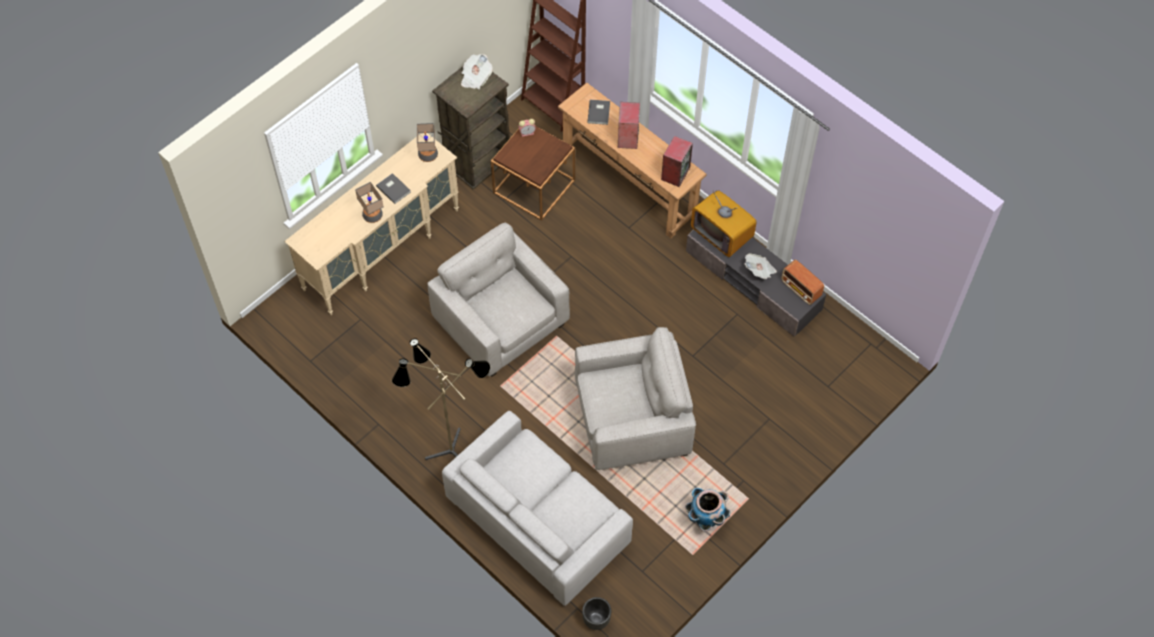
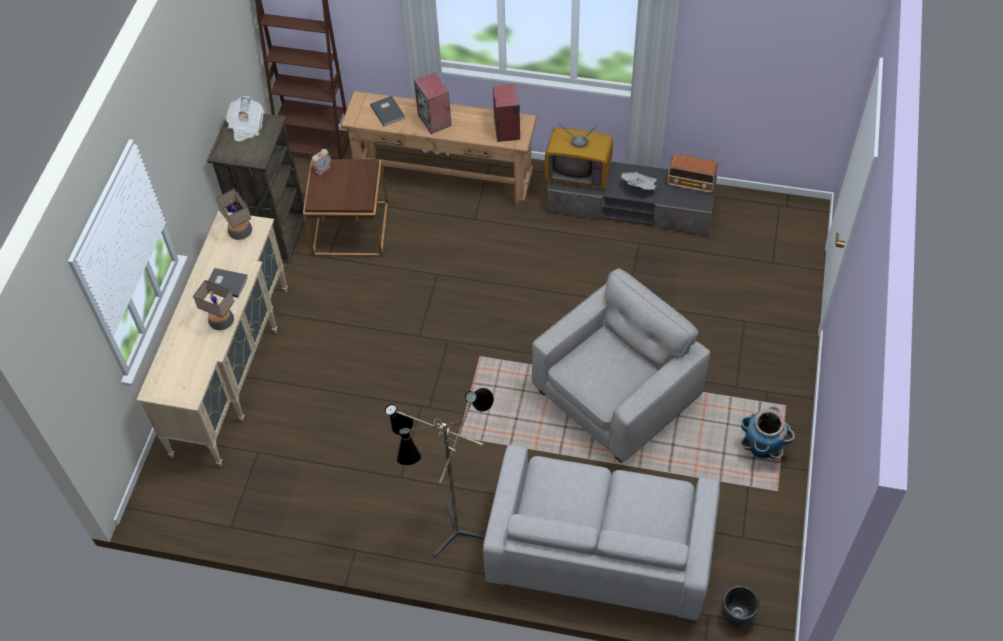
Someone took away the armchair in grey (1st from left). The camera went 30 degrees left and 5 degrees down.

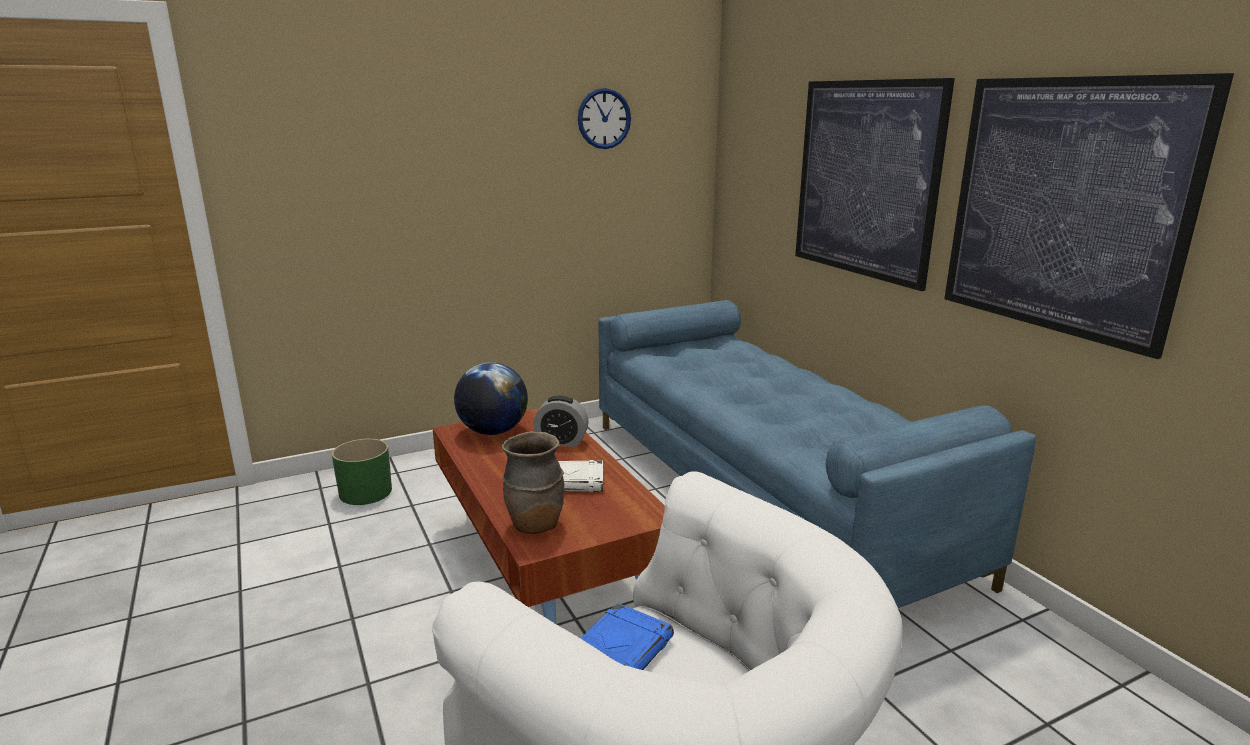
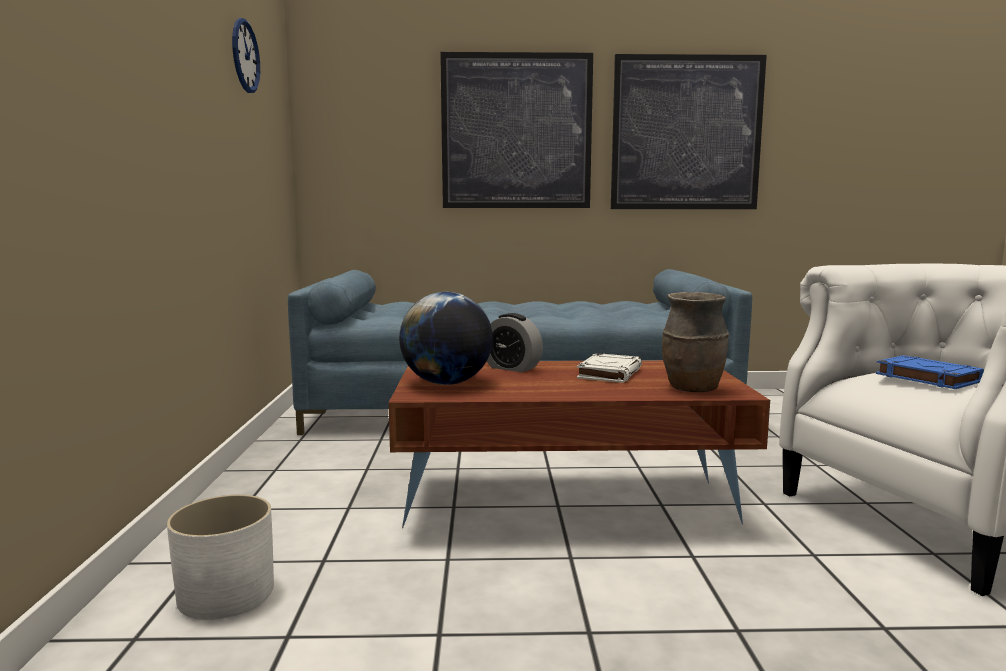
Someone repainted the planter in green, which became the planter in white. Someone rotated the alarm clock by 90 degrees clockwise. The camera went 65 degrees left and 10 degrees down.

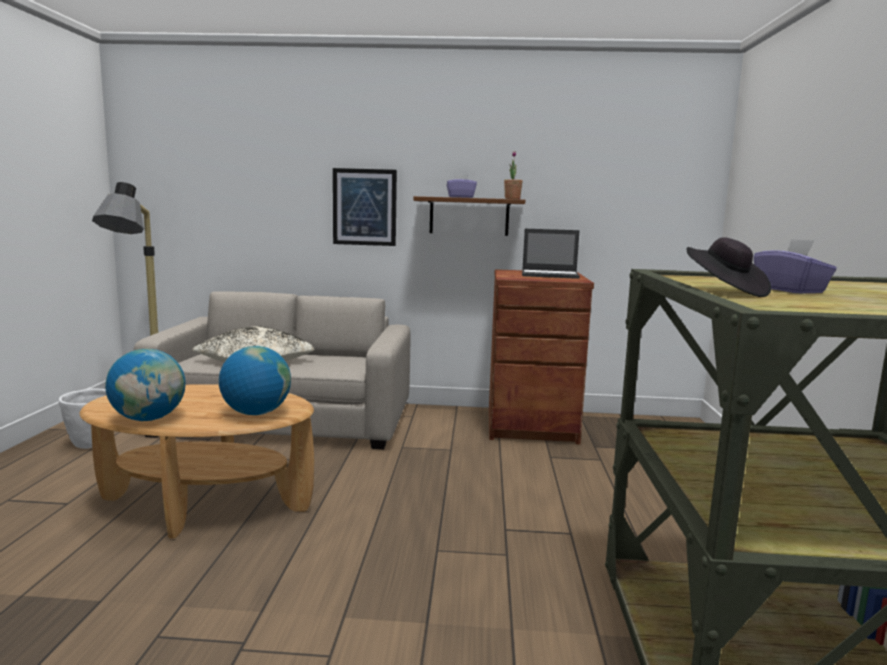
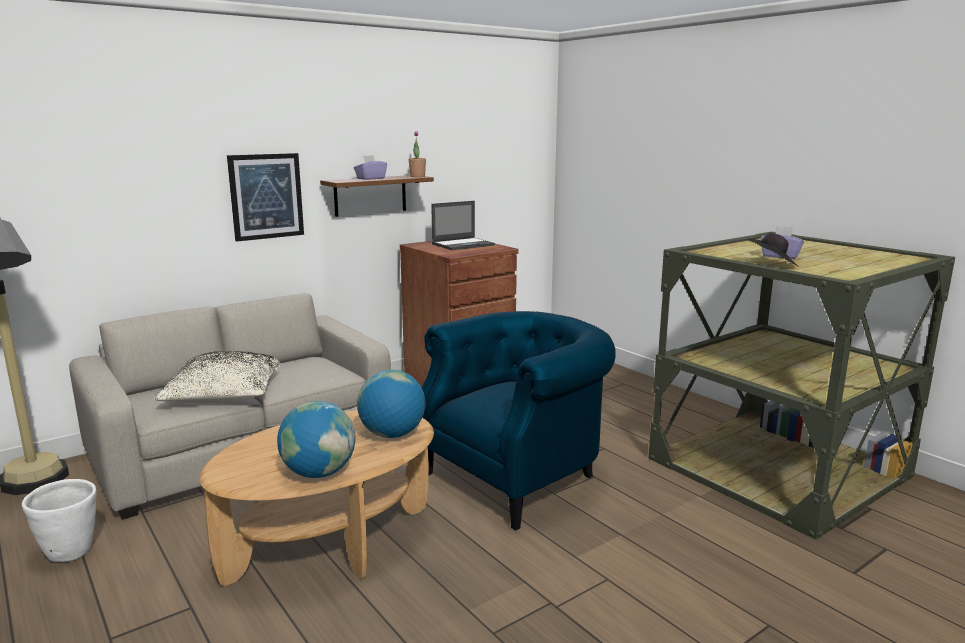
Someone put down the armchair in blue. The camera went 40 degrees left and 5 degrees up.

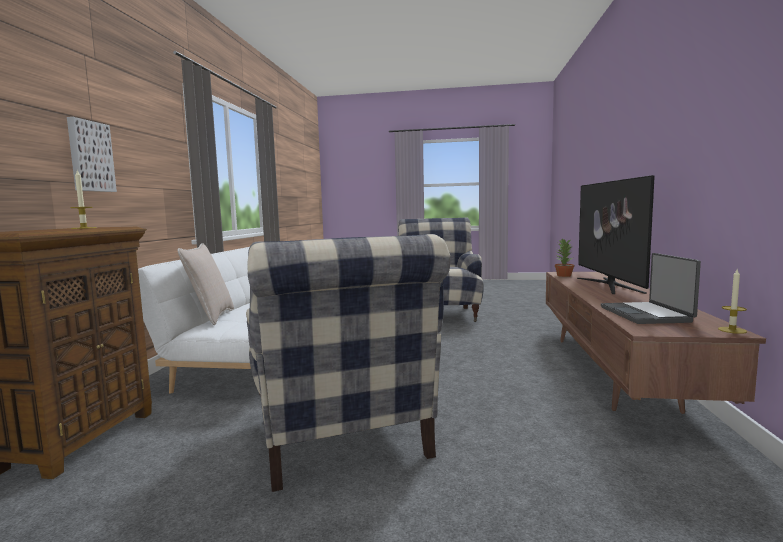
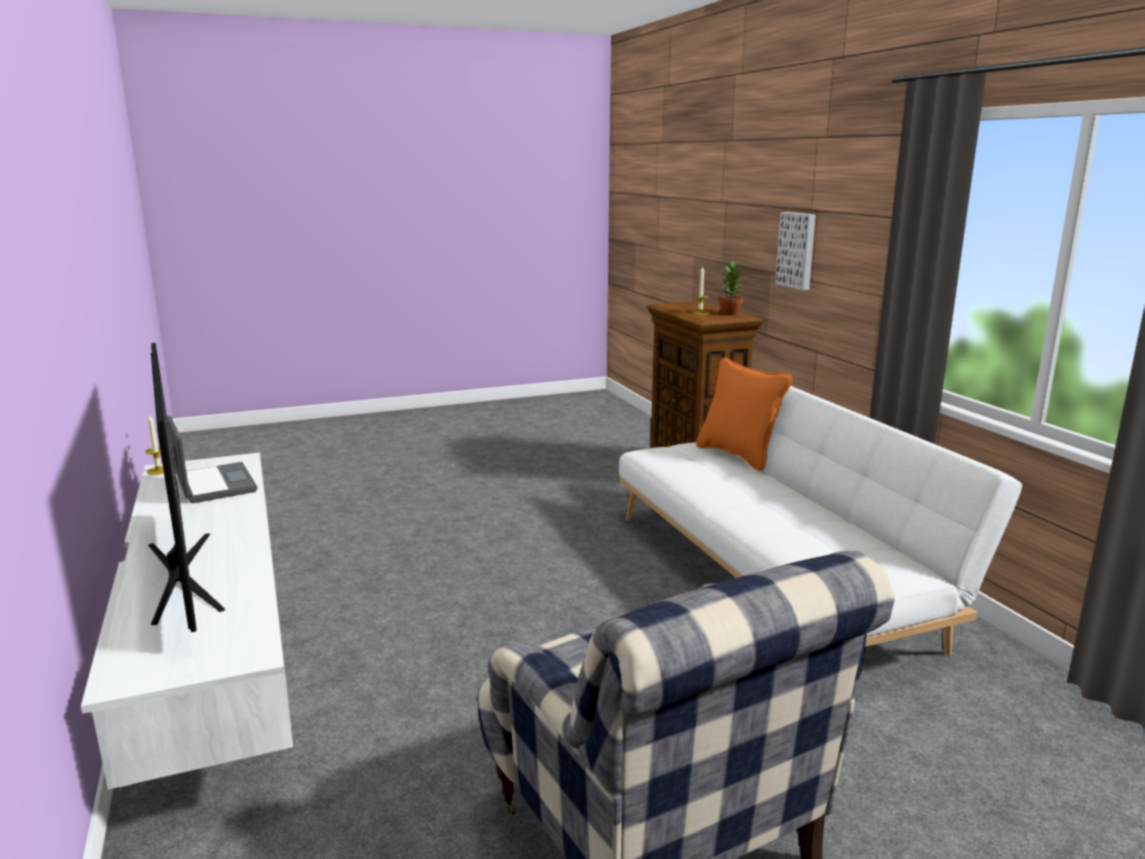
Someone took away the armchair (1st from left). Someone carried the potted plant. Someone repainted the pillow in beige, which became the pillow in orange. Someone repainted the tv stand in brown, which became the tv stand in white. The camera went 150 degrees right and 10 degrees up.

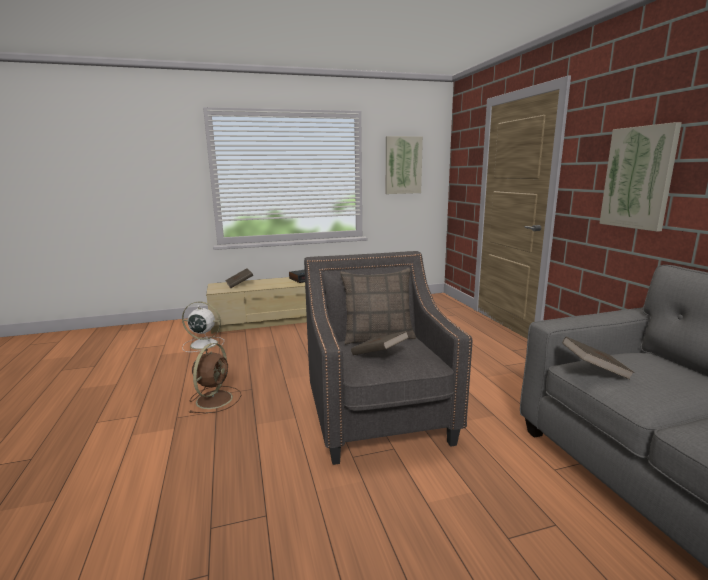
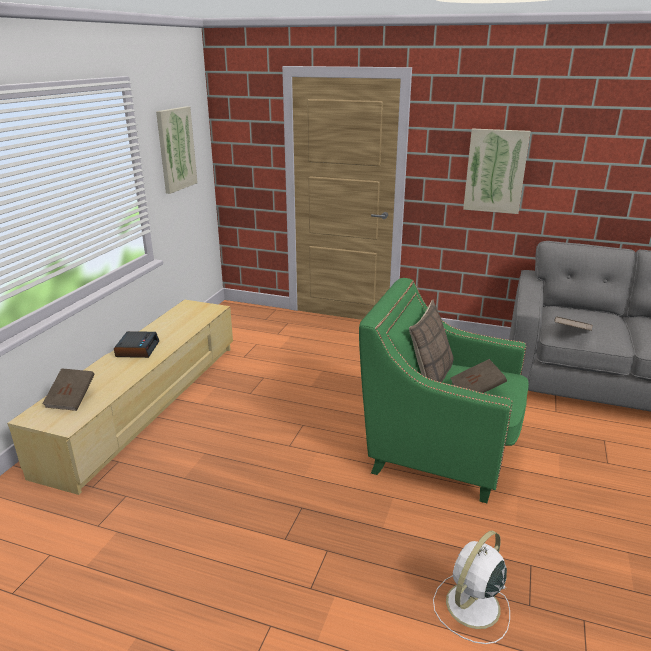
Someone took away the fan in brown. Someone carried the fan in white. Someone repainted the armchair in grey, which became the armchair in green. The camera went 55 degrees left and 10 degrees up.

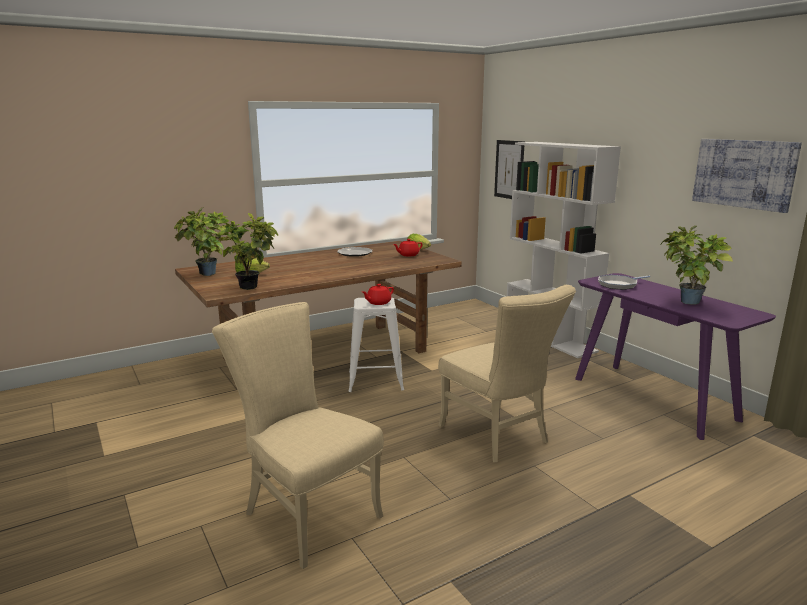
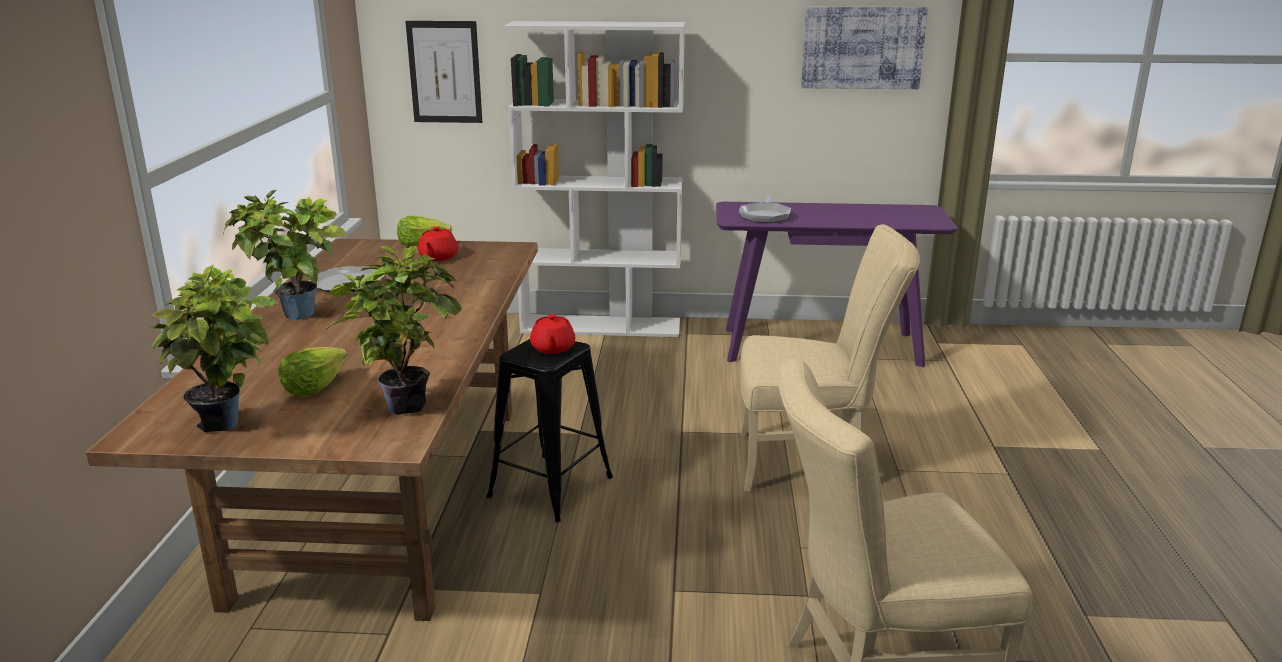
Someone carried the potted plant (3rd from left in the first image). Someone repainted the stool in white, which became the stool in black. The camera went 55 degrees left and 5 degrees up.

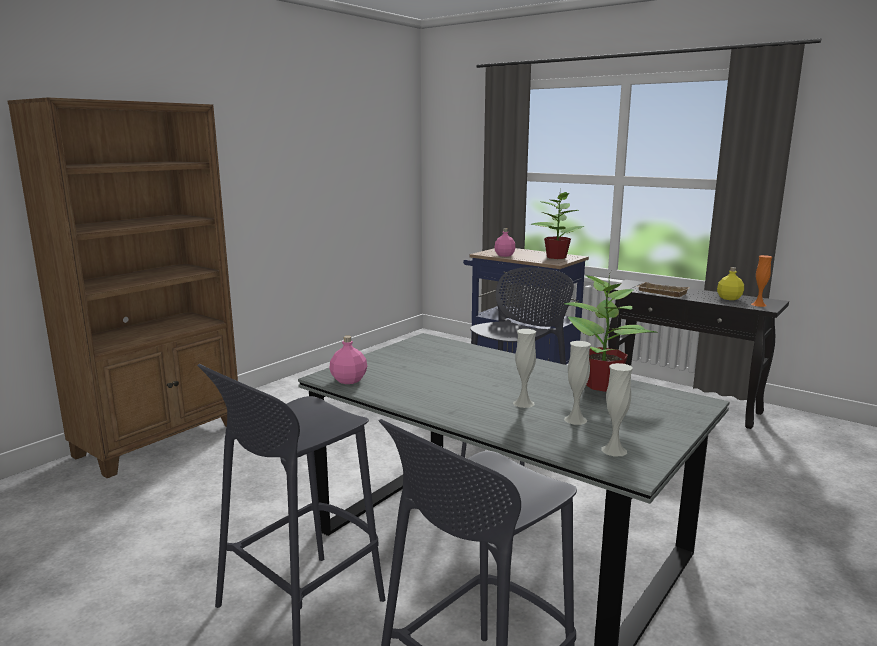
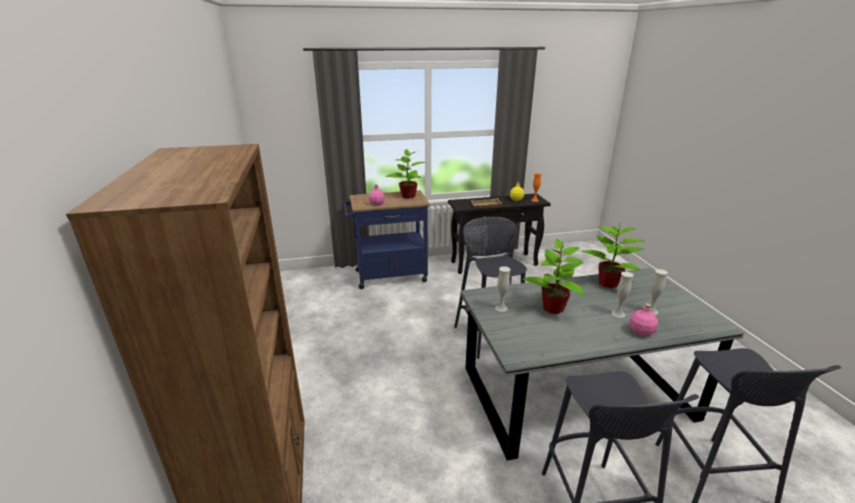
Someone put down the potted plant (2nd from left). Someone carried the bottle in pink (1st from left in the first image). Someone carried the vase in white (3rd from left in the first image). The camera went 50 degrees left and 10 degrees up.

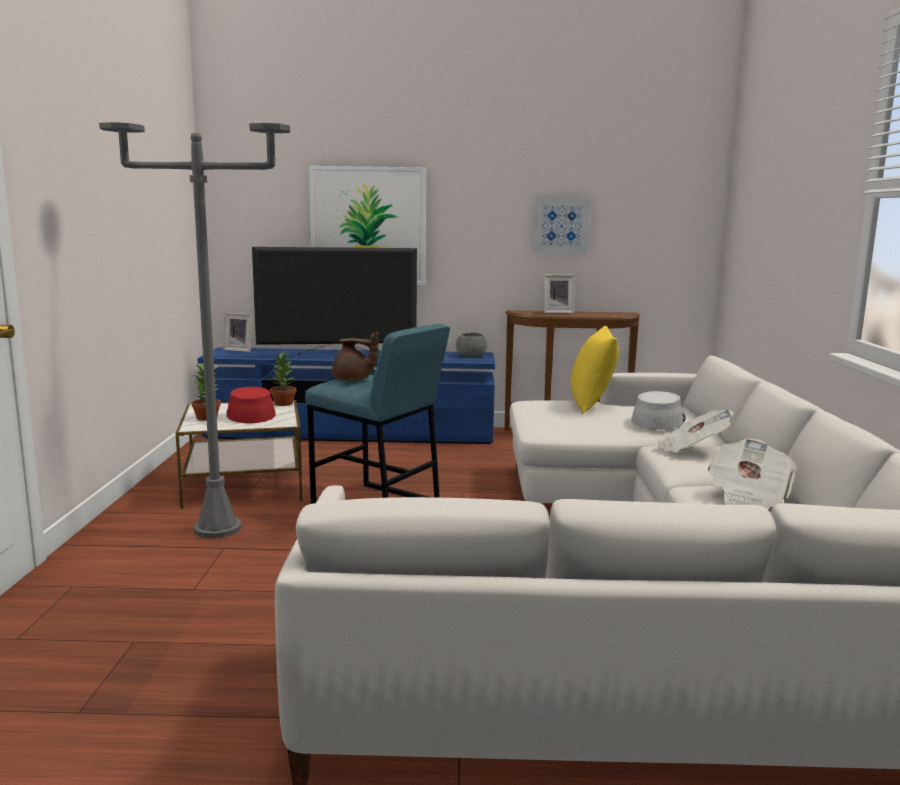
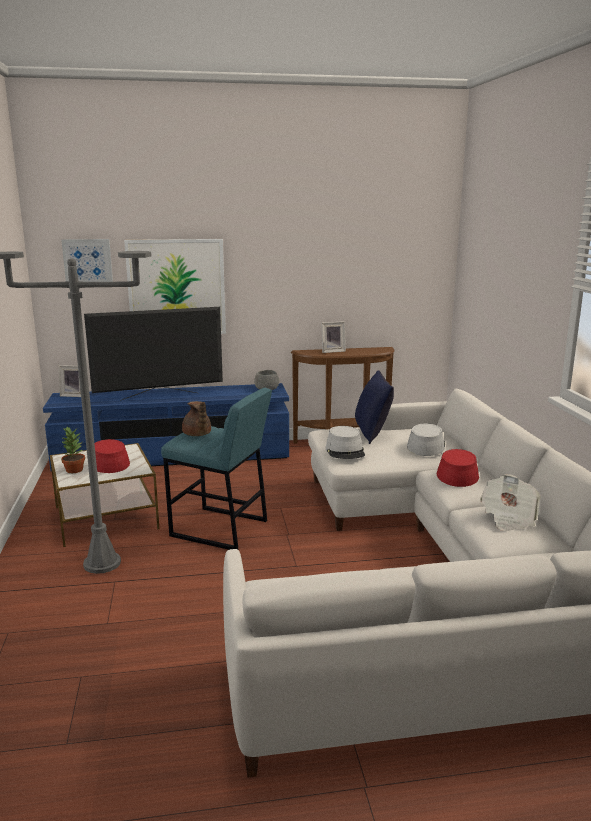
Someone took away the potted plant (2nd from left). Someone put down the hat in grey (1st from left). Someone carried the picture (2nd from left in the first image). Someone swapped the newspaper (1st from left) for the hat in red (2nd from left). Someone repainted the pillow in yellow, which became the pillow in blue. Someone rotated the teapot in brown by 60 degrees clockwise. The camera went 10 degrees left and 5 degrees up.

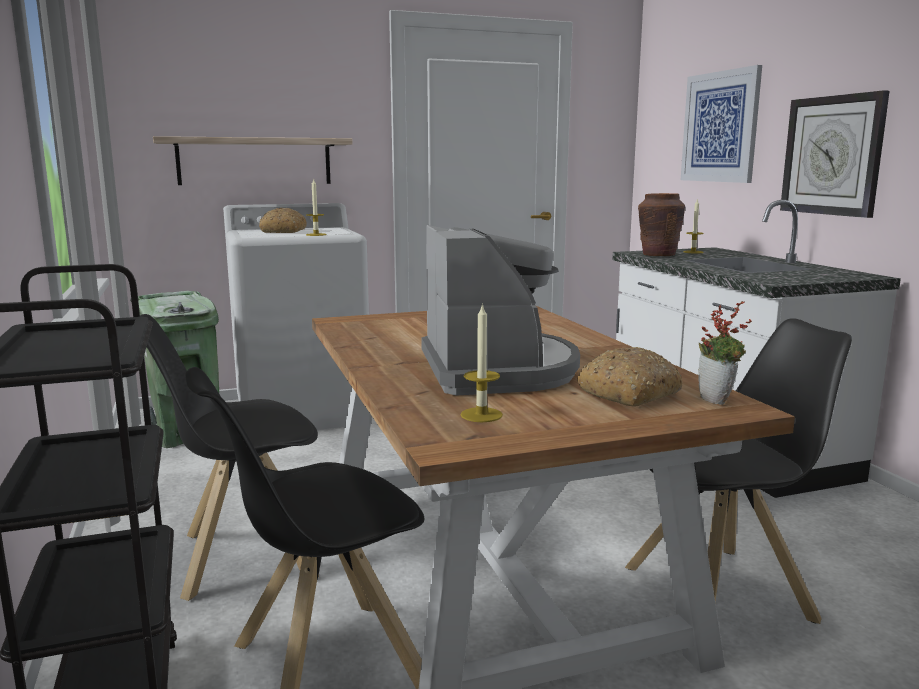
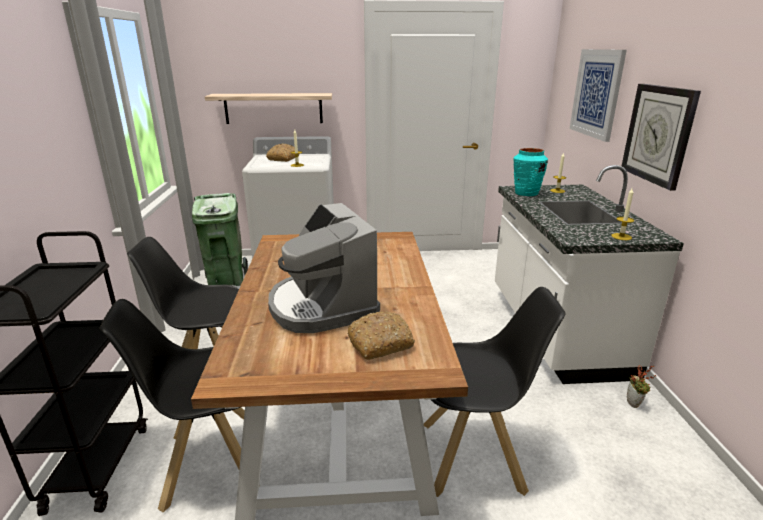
Someone carried the candle (2nd from left in the first image). Someone carried the potted plant. Someone repainted the vase in brown, which became the vase in turquoise. Someone rotated the coffee machine by 150 degrees clockwise. The camera went 15 degrees right and 10 degrees up.

